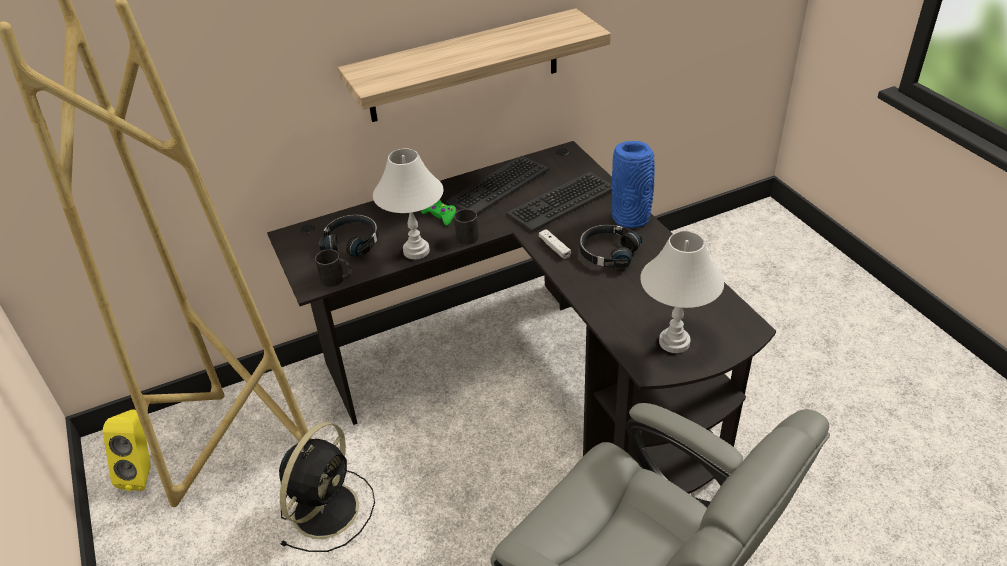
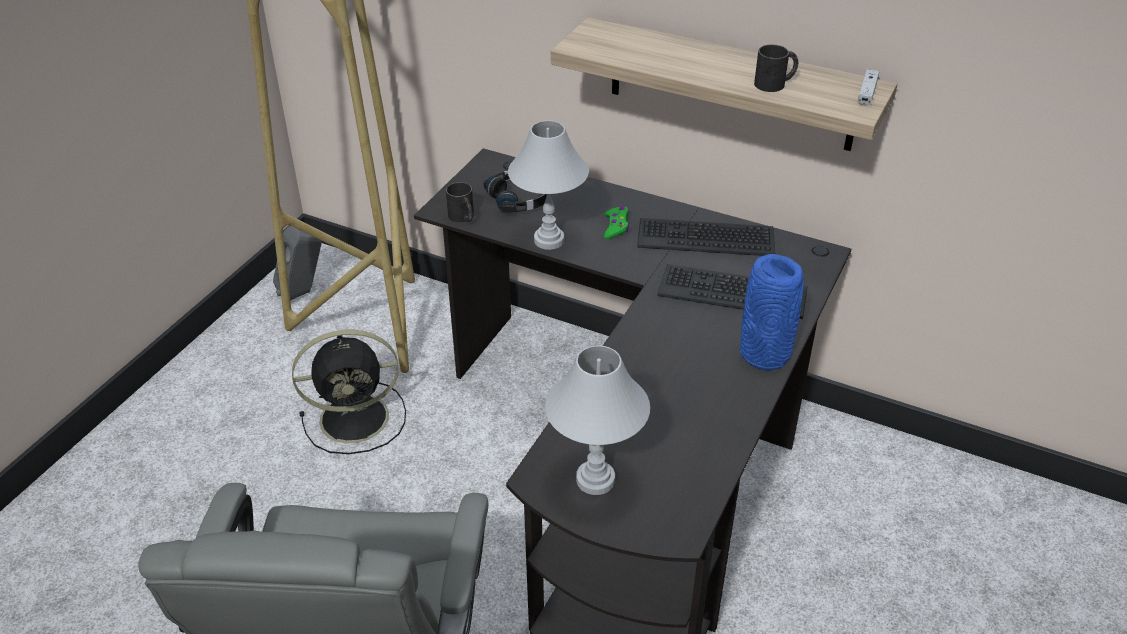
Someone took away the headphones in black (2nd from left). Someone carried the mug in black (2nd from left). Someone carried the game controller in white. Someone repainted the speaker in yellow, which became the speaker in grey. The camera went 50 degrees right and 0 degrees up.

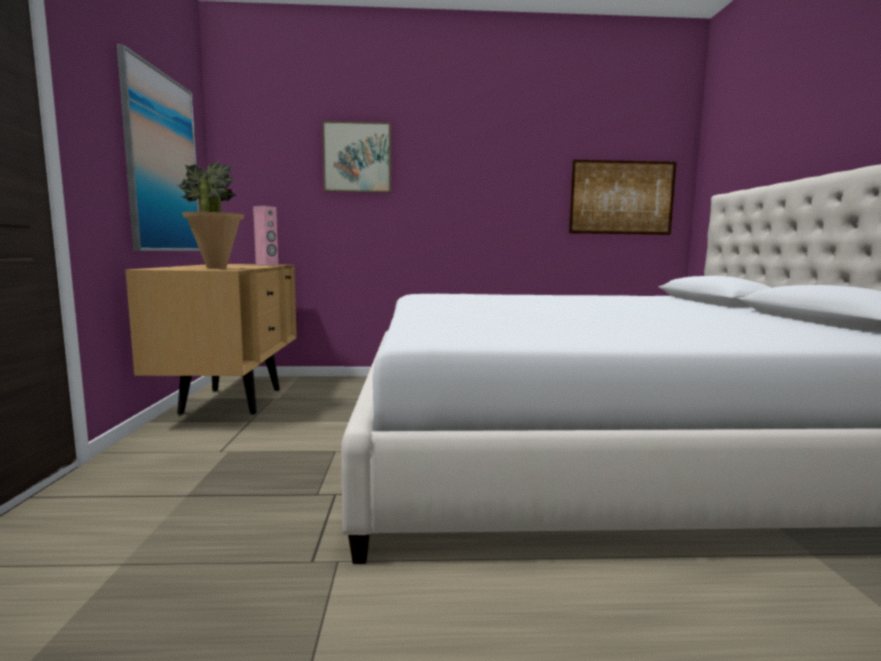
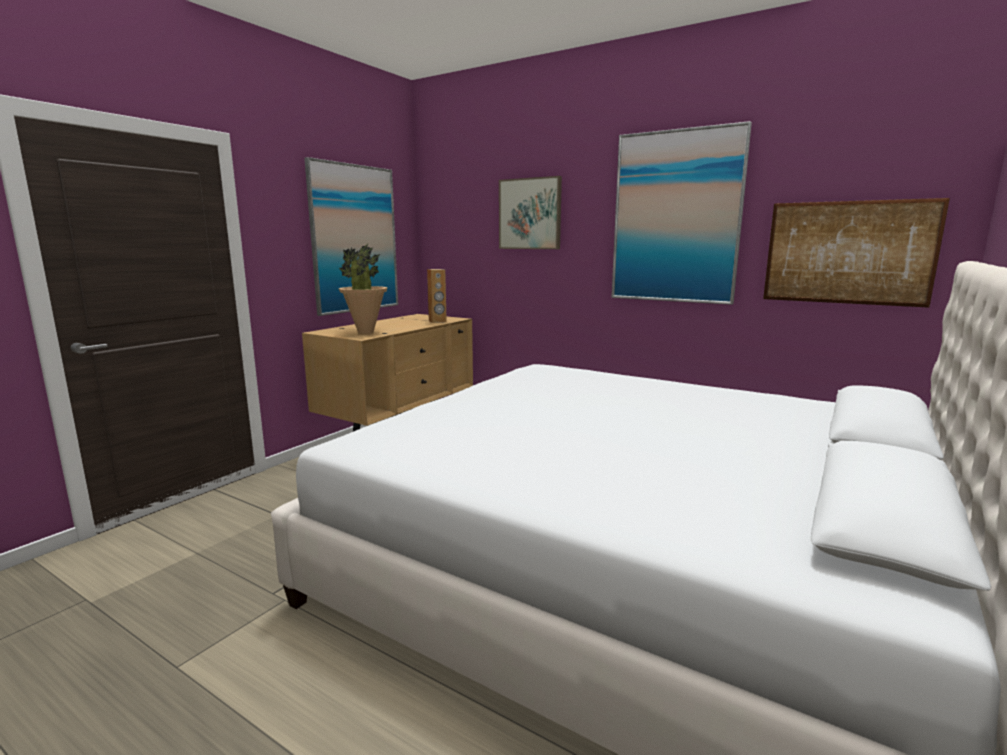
Someone put up the picture (3rd from left). Someone repainted the speaker in pink, which became the speaker in brown. The camera went 35 degrees right and 5 degrees up.

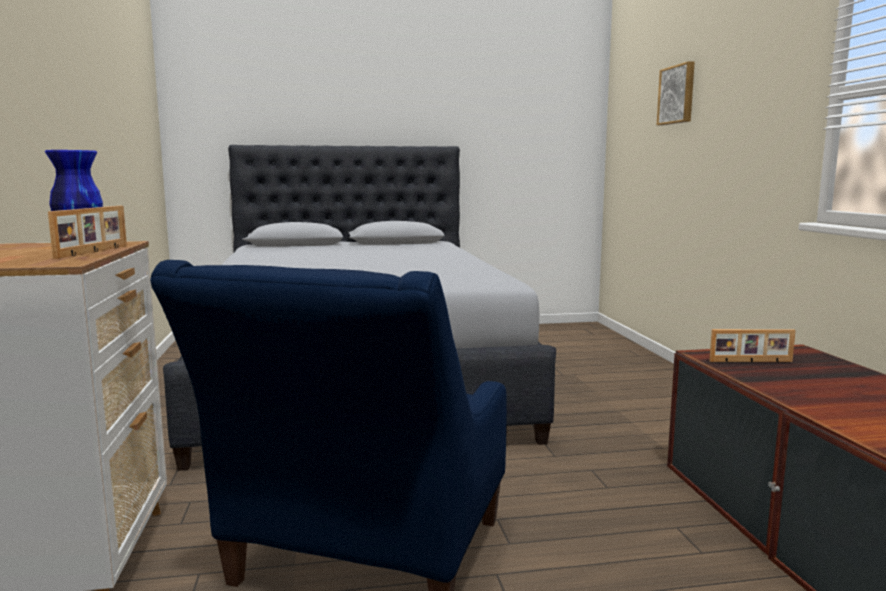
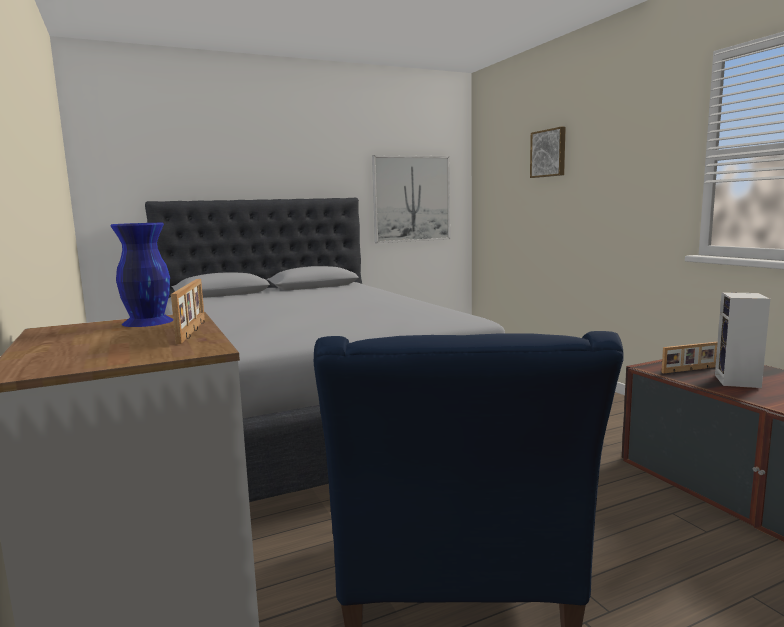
Someone put up the picture (1st from left). Someone put down the speaker. The camera went 15 degrees left and 0 degrees up.

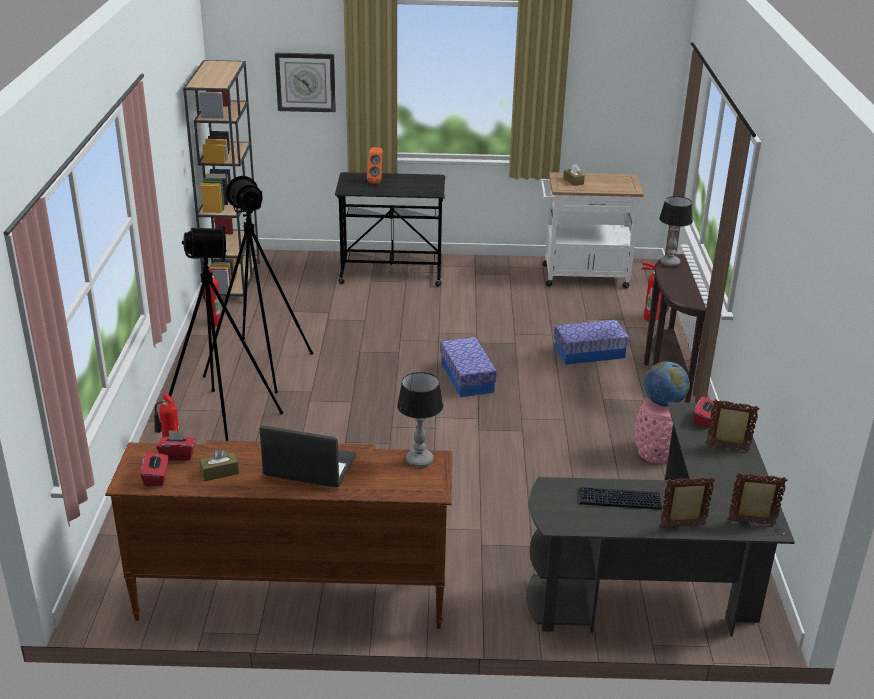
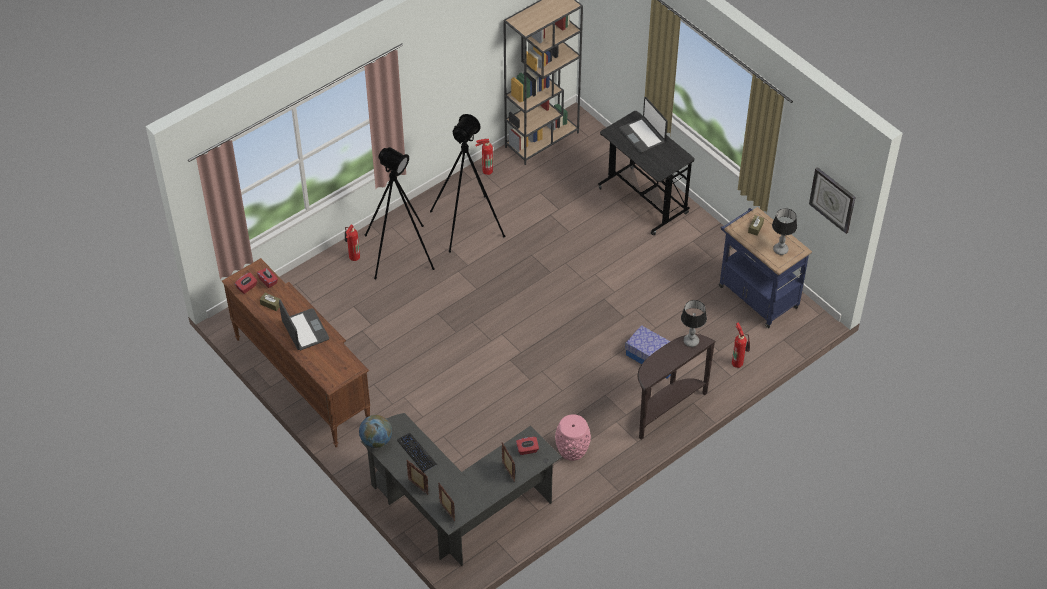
Someone took away the storage box (1st from left). Someone carried the wall clock. Someone carried the table lamp (1st from left in the first image). Someone carried the globe. Someone swapped the speaker in orange for the laptop (2nd from left). Someone repainted the cart in white, which became the cart in blue. The camera went 50 degrees right and 20 degrees up.

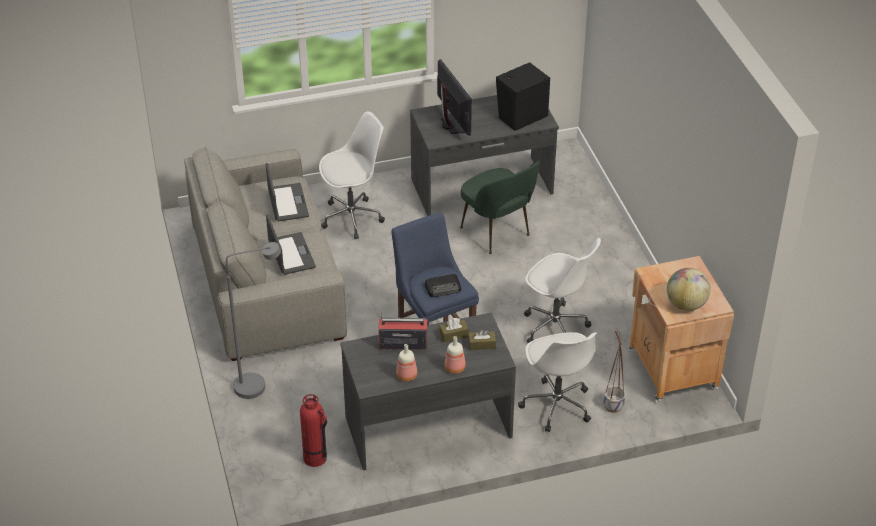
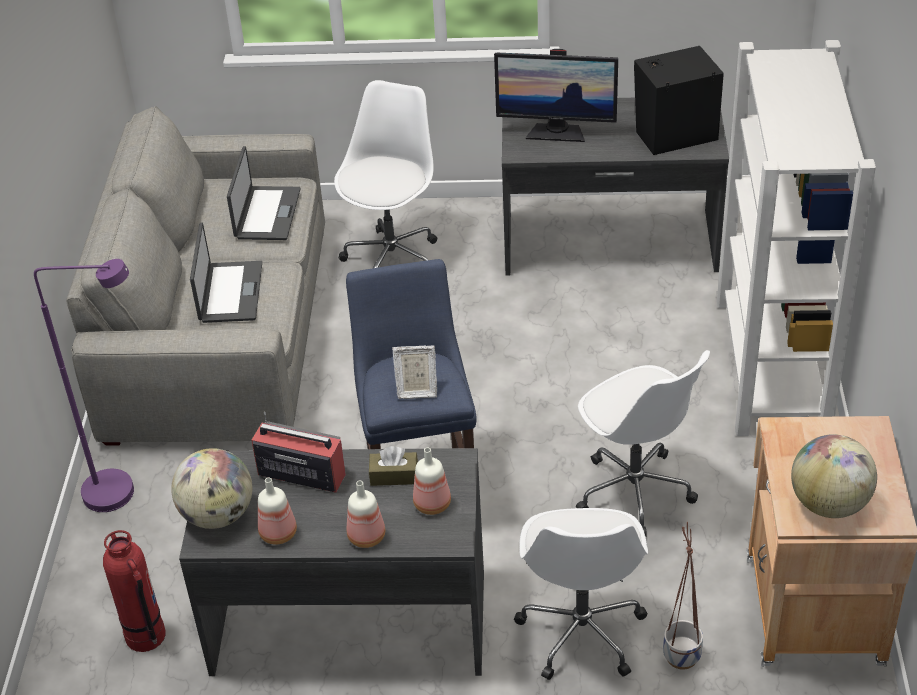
Someone took away the chair in green. Someone put down the globe (1st from left). Someone put down the bookcase in white. Someone swapped the radio (2nd from left) for the picture frame. Someone swapped the tissue box in brown (2nd from left) for the bottle (3rd from left). Someone repainted the floor lamp in grey, which became the floor lamp in purple. Someone rotated the office chair in white (1st from left) by 60 degrees counterclockwise. Someone rotated the monitor by 105 degrees clockwise. The camera went 20 degrees right and 0 degrees up.

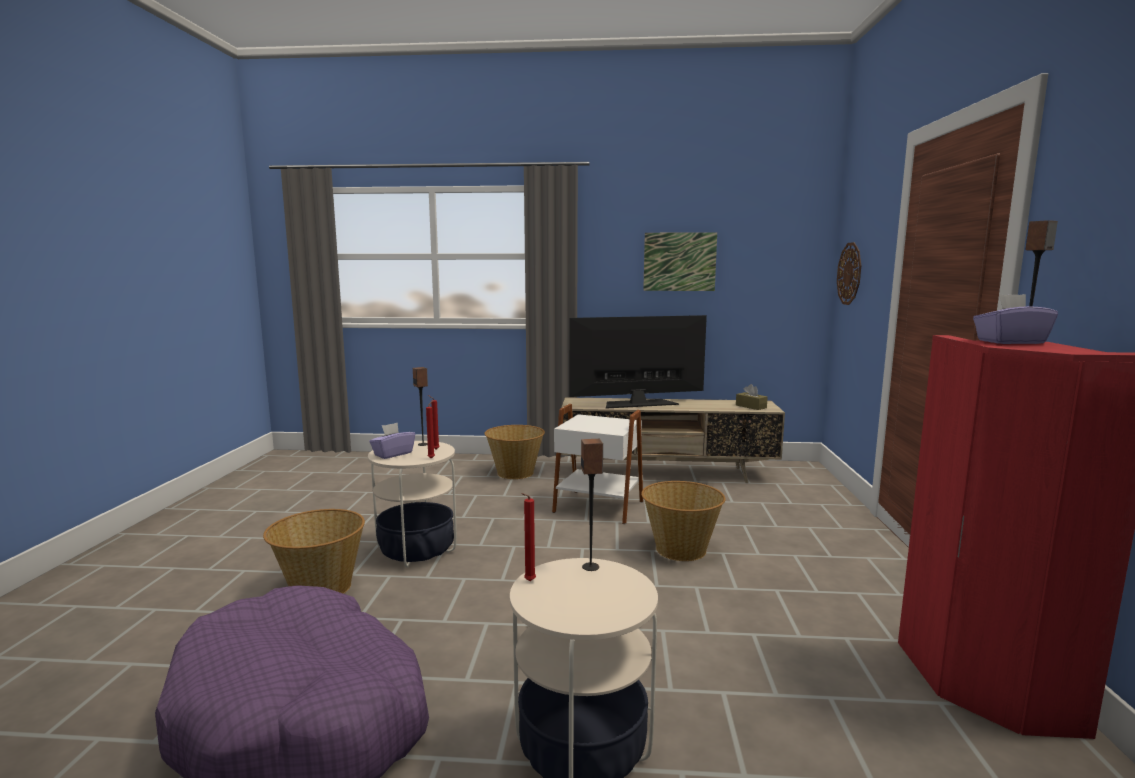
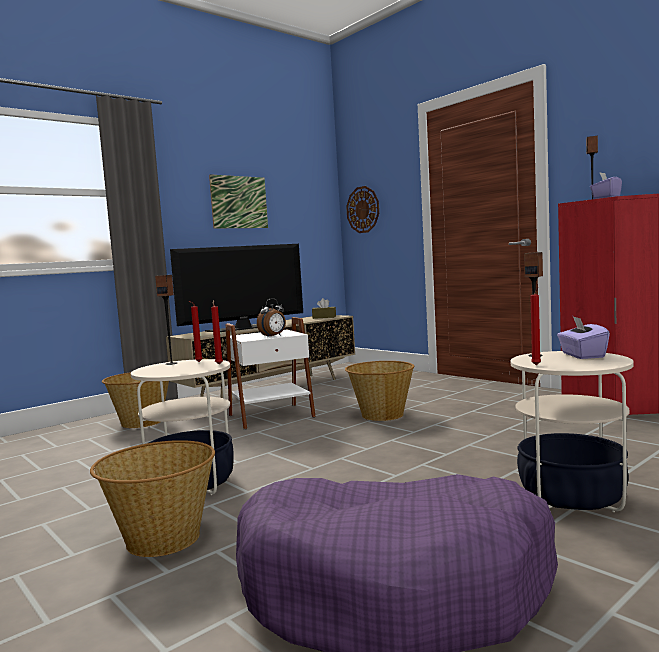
Someone put down the alarm clock. Someone carried the tissue box in purple (1st from left). Someone rotated the television by 150 degrees counterclockwise. The camera went 45 degrees left and 5 degrees down.

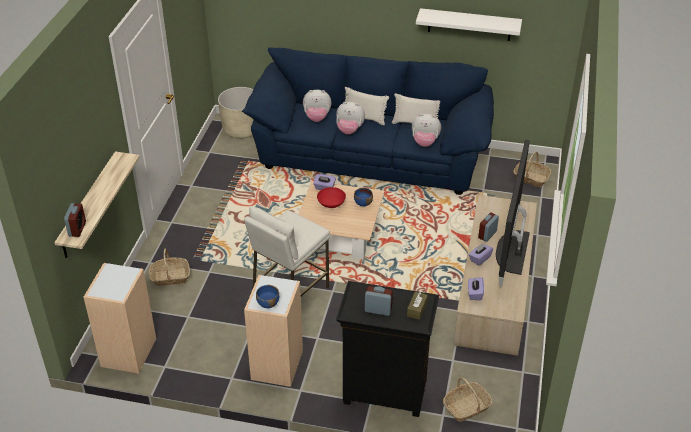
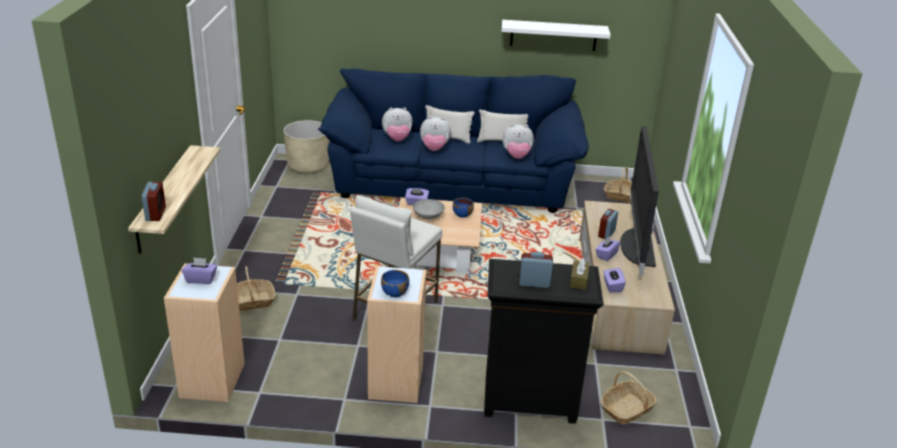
Someone put down the tissue box in purple (1st from left). Someone repainted the bowl in red, which became the bowl in grey. The camera went 10 degrees left and 10 degrees down.

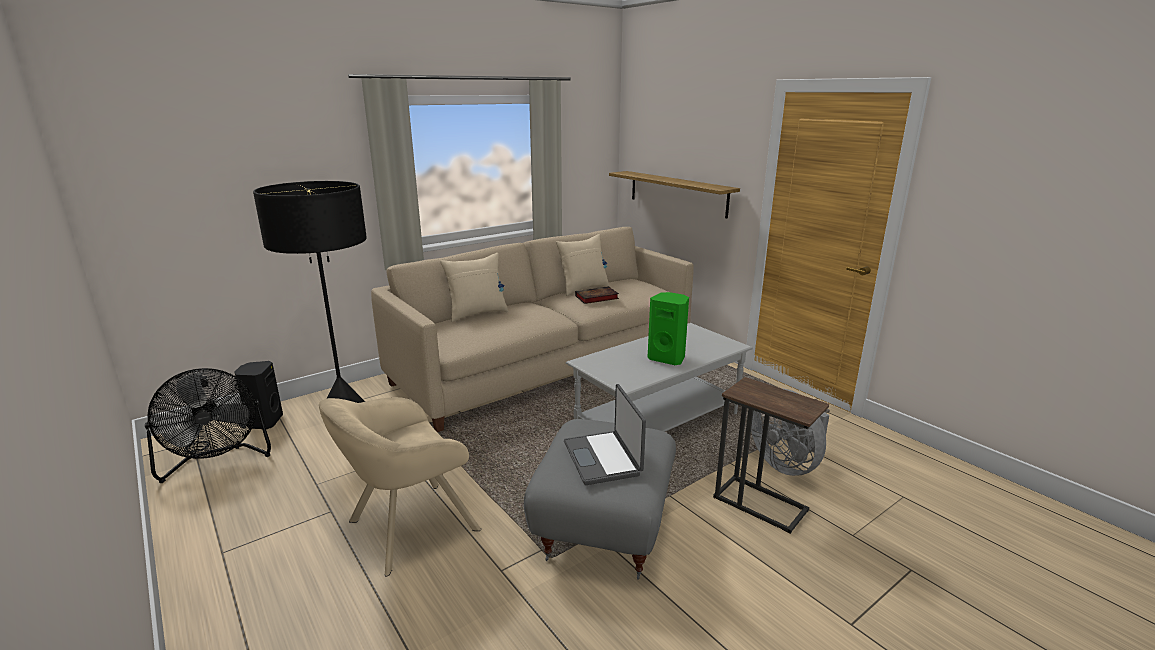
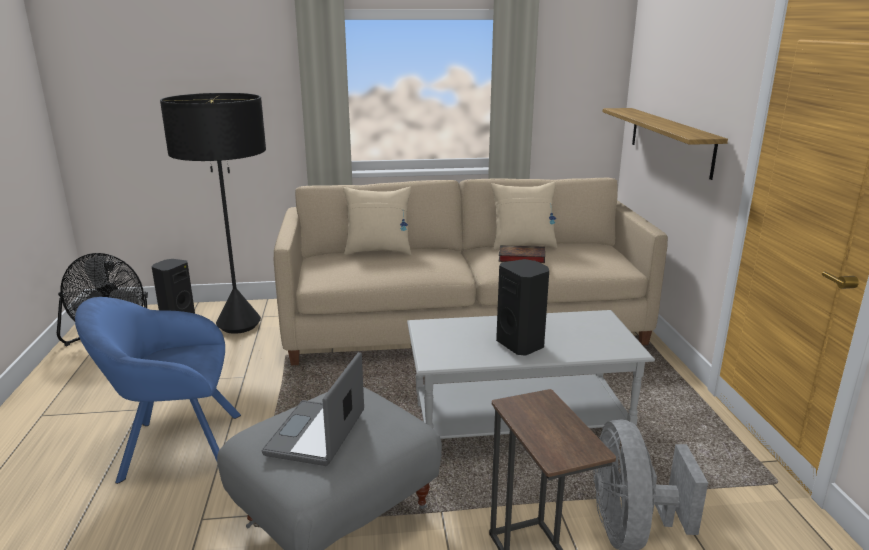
Someone repainted the armchair in beige, which became the armchair in blue. Someone repainted the speaker in green, which became the speaker in black (2nd from left). The camera went 30 degrees right and 0 degrees up.

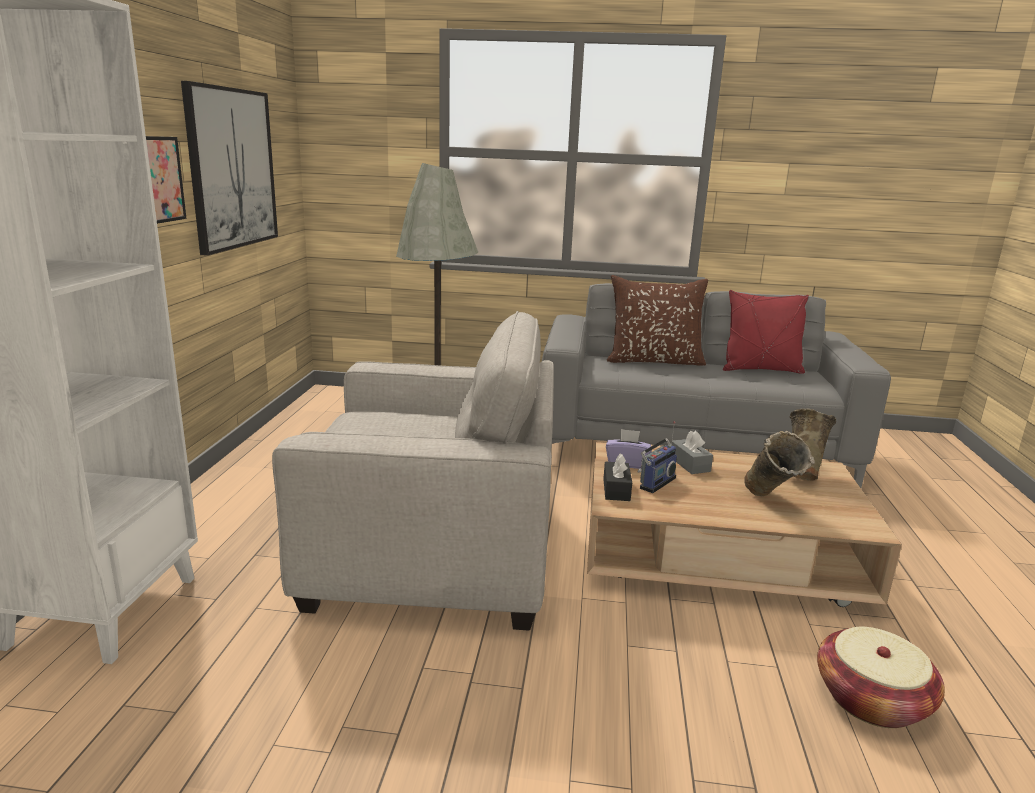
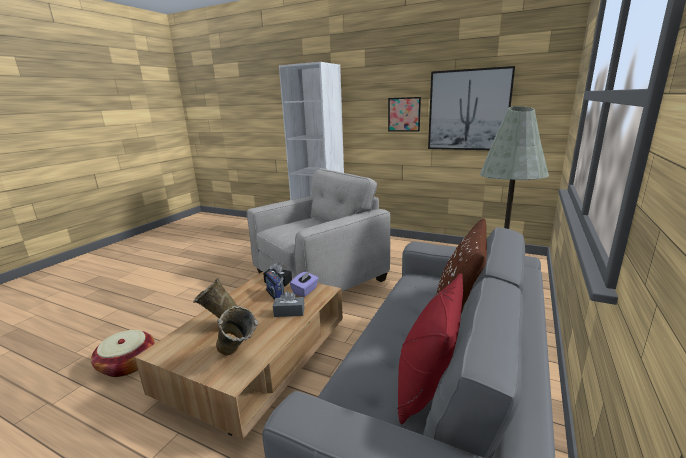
Someone rotated the armchair in grey by 150 degrees counterclockwise. The camera went 110 degrees right and 0 degrees up.

